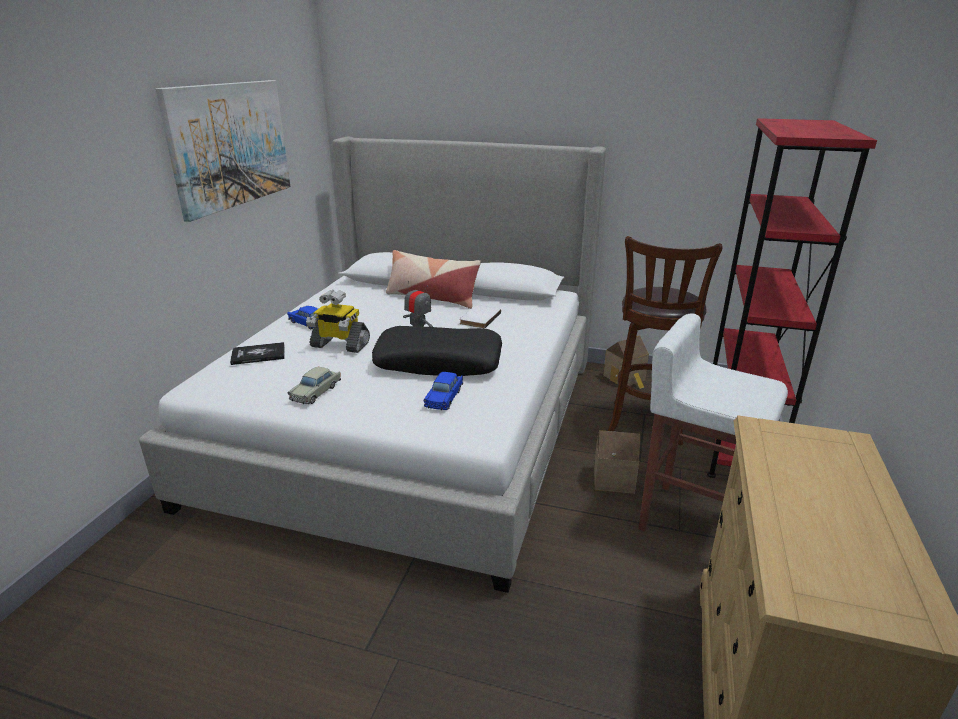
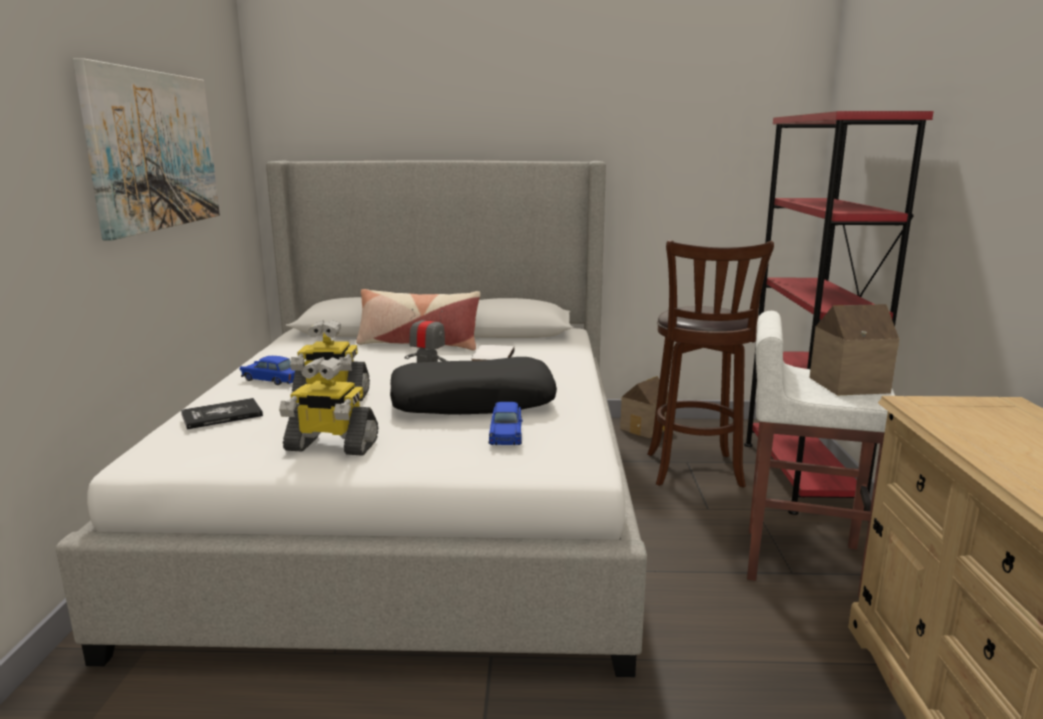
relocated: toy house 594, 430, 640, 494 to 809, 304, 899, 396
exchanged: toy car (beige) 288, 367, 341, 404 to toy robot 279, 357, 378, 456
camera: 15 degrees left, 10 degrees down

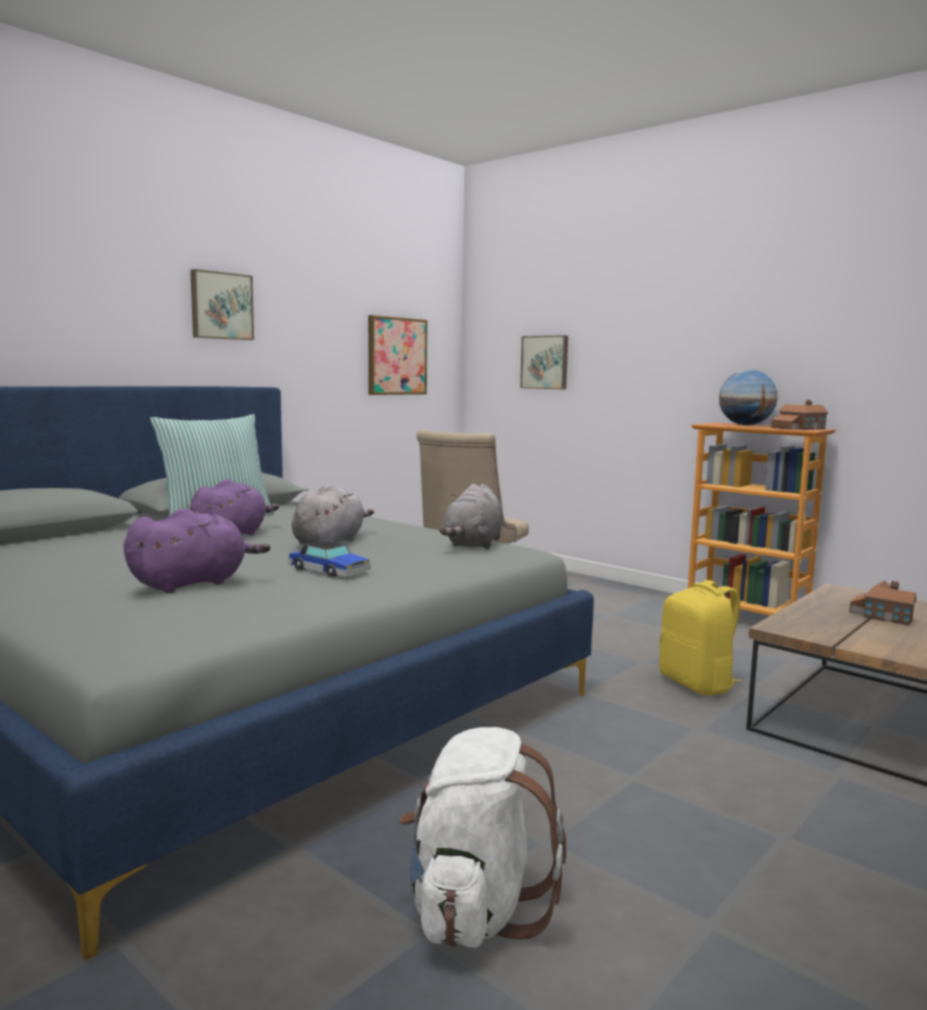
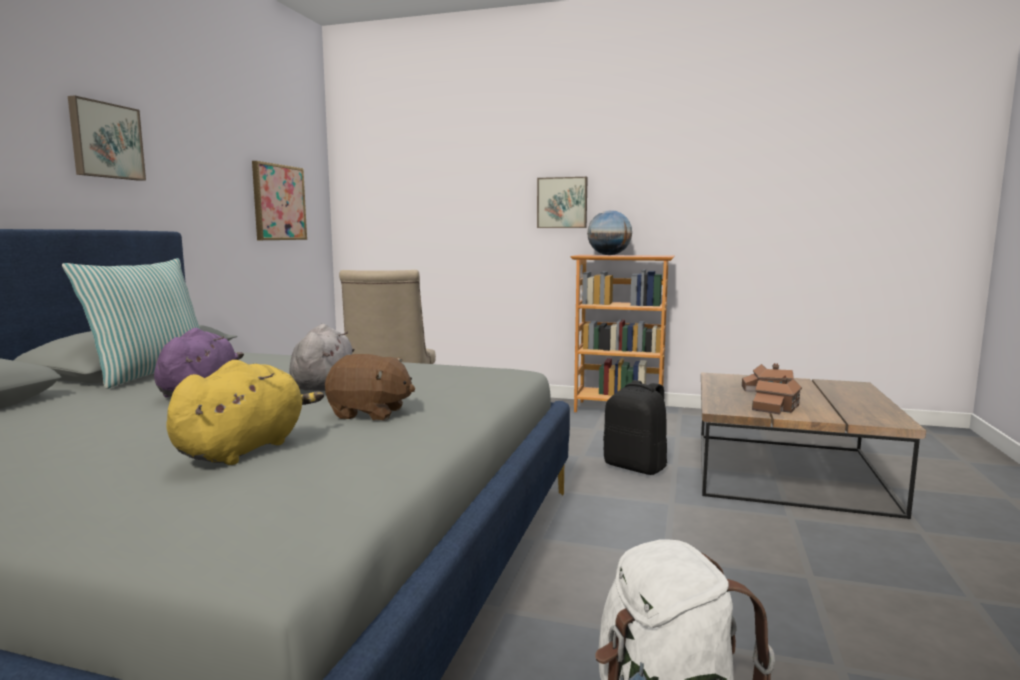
missing: plush toy (grey) 439, 484, 503, 549
relocated: picture 520, 335, 568, 390 to 537, 177, 588, 228; toy house 771, 400, 829, 430 to 752, 376, 802, 415
exchanged: toy car 288, 540, 371, 578 to plush toy (brown) 325, 354, 415, 420
colour: plush toy (purple) 124, 508, 270, 593 to plush toy (yellow) 166, 360, 324, 465; backpack (yellow) 659, 580, 742, 696 to backpack (black) 603, 380, 667, 475
camera: 25 degrees left, 0 degrees up

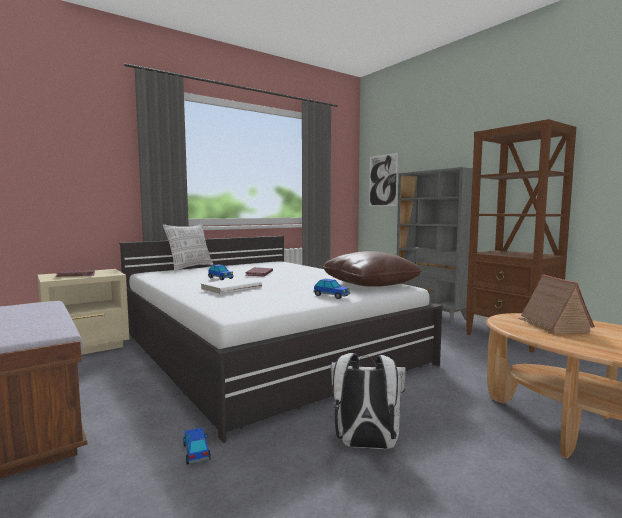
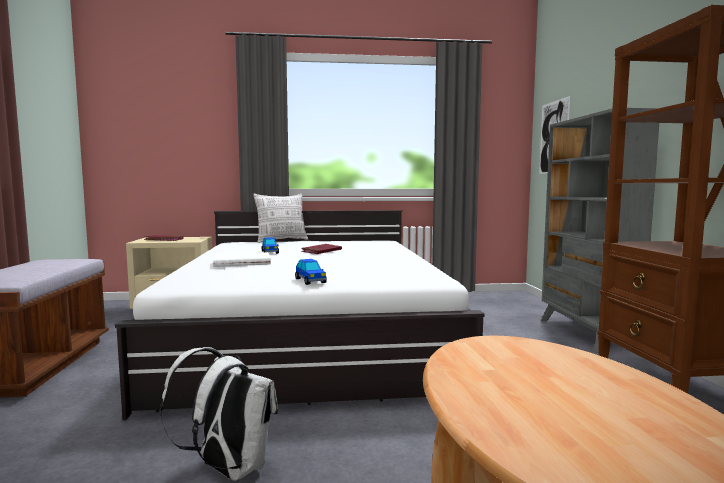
missing: pillow (brown) 323, 251, 422, 287; toy house 518, 275, 595, 334; toy car 183, 427, 211, 464
camera: 30 degrees right, 0 degrees up

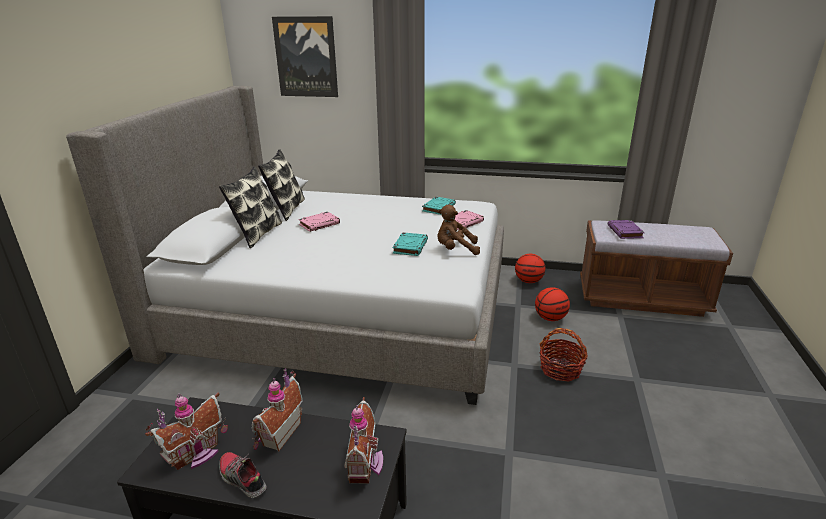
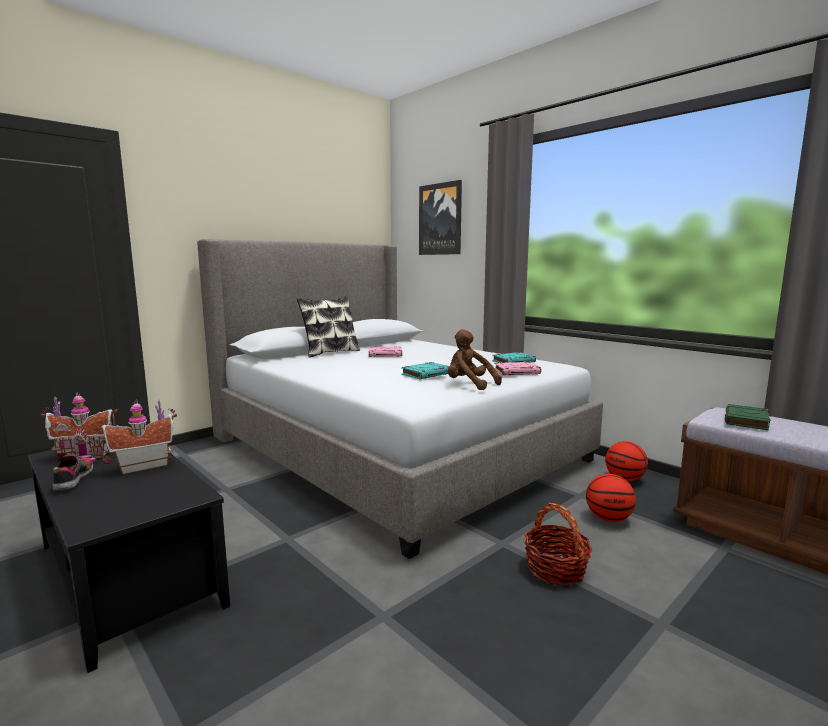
missing: pillow 258, 149, 305, 221; toy house 344, 397, 383, 484
colour: book (purple) 608, 220, 645, 239 to book (green) 725, 404, 770, 431
camera: 35 degrees right, 15 degrees down

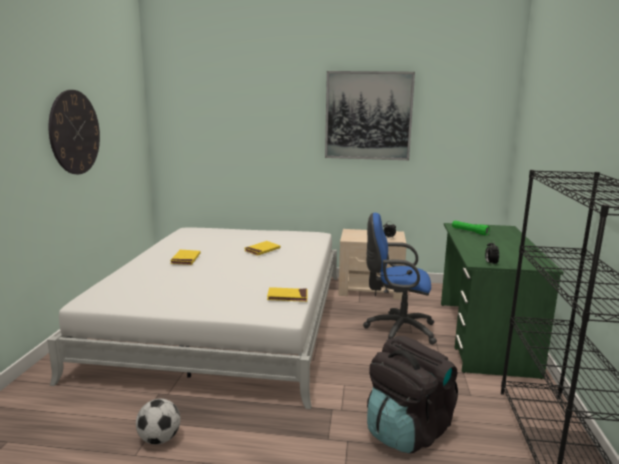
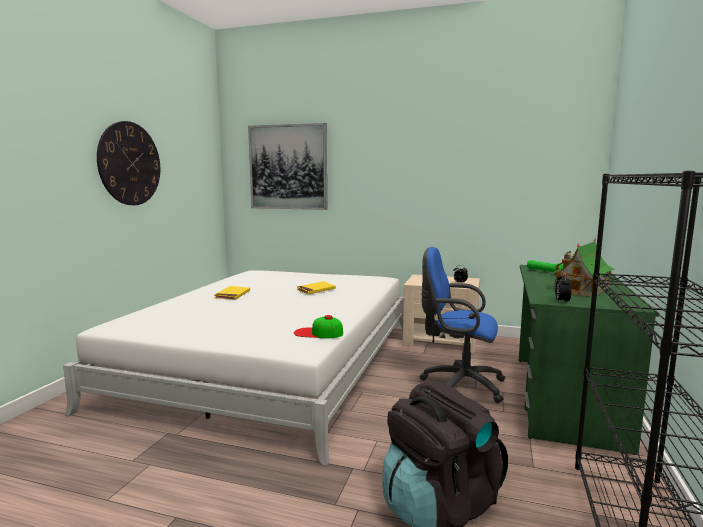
missing: football 136, 399, 181, 445
appeared: toy house 553, 238, 615, 297
relocated: picture 325, 71, 415, 160 to 248, 123, 327, 210
exchanged: book (yellow) 267, 287, 308, 302 to cap 294, 315, 343, 338
camera: 10 degrees right, 5 degrees down

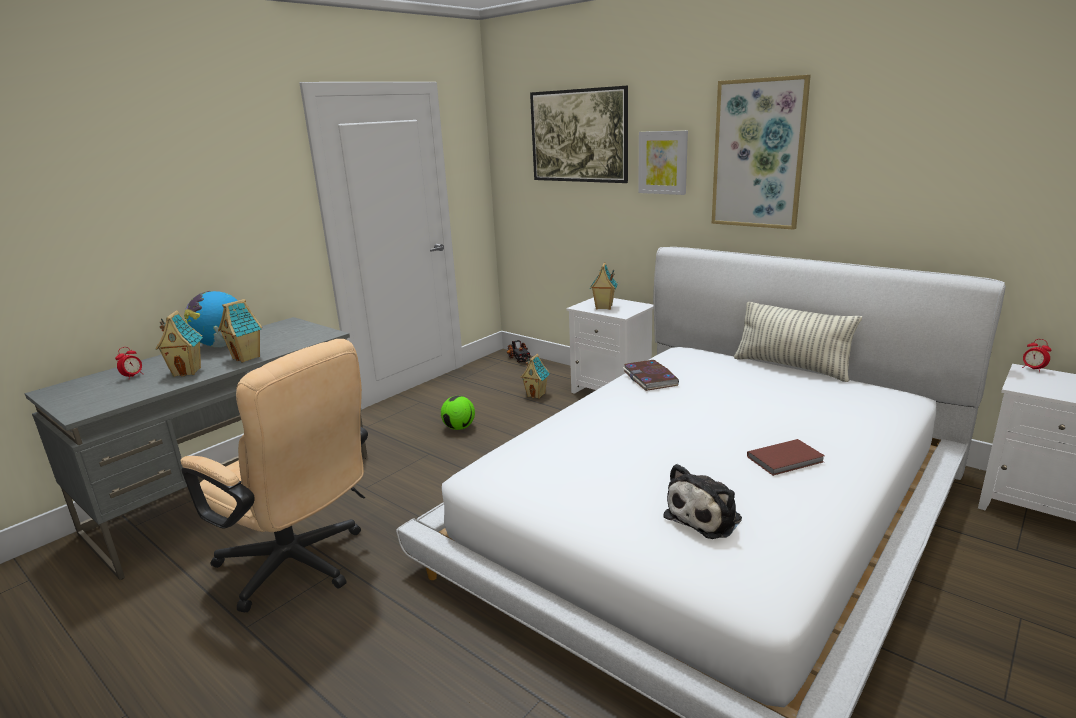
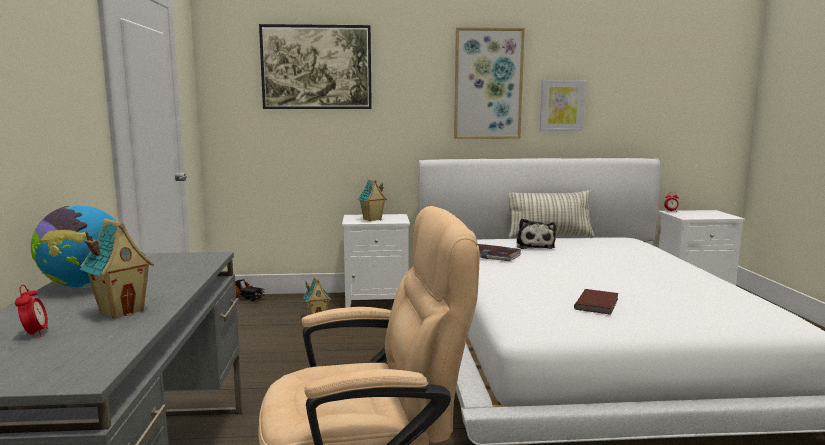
missing: toy house 218, 299, 262, 362; football 441, 396, 475, 430
relocated: picture 638, 131, 688, 195 to 540, 80, 586, 131; book (brown) 747, 439, 825, 476 to 574, 289, 619, 315; plush toy 663, 464, 742, 539 to 517, 219, 556, 249
camera: 45 degrees left, 10 degrees down

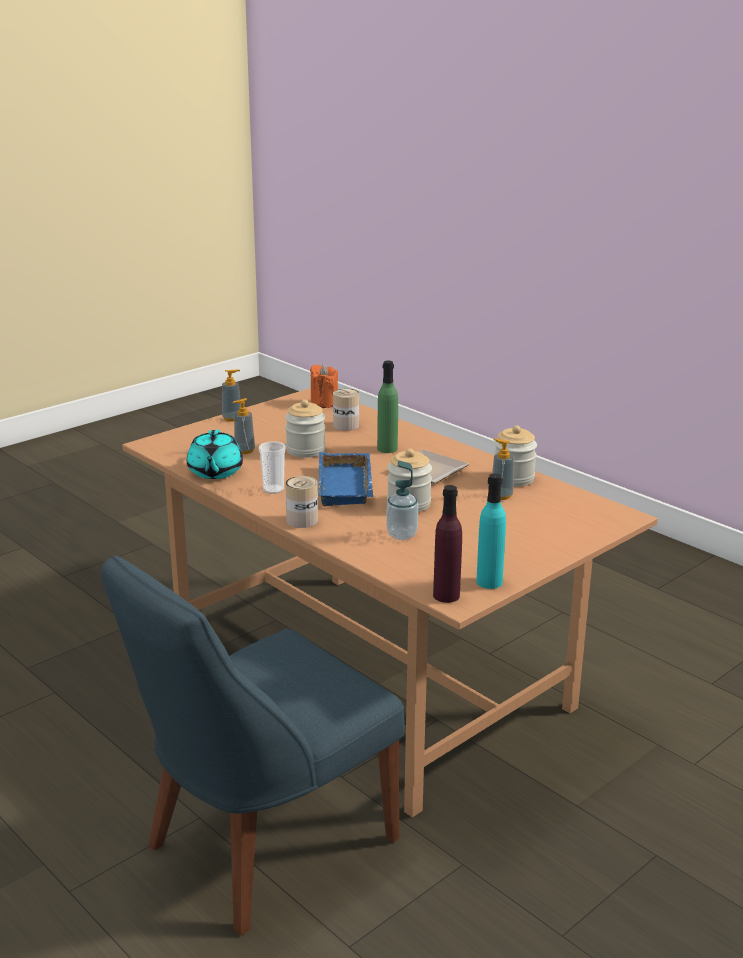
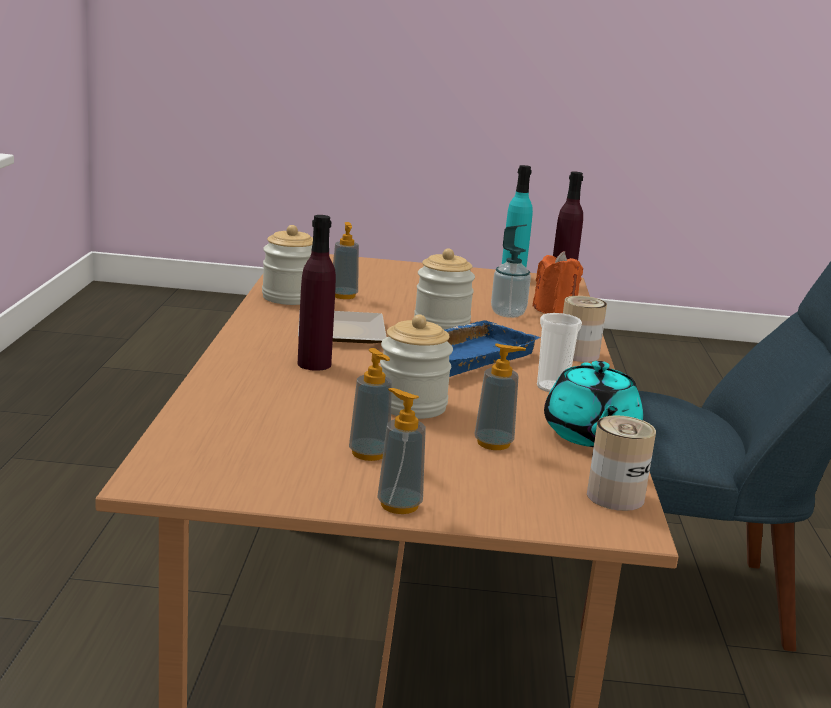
appeared: soap dispenser 349, 348, 392, 461
relocated: candle (orange) 310, 364, 338, 408 to 533, 251, 583, 314; can 333, 389, 359, 431 to 587, 415, 656, 511
colour: bottle (green) 377, 361, 398, 453 to bottle (purple) 298, 215, 336, 371
spun: teapot (turquoise) 187, 430, 243, 479 = 544, 361, 644, 447 135 degrees clockwise
camera: 135 degrees left, 5 degrees down

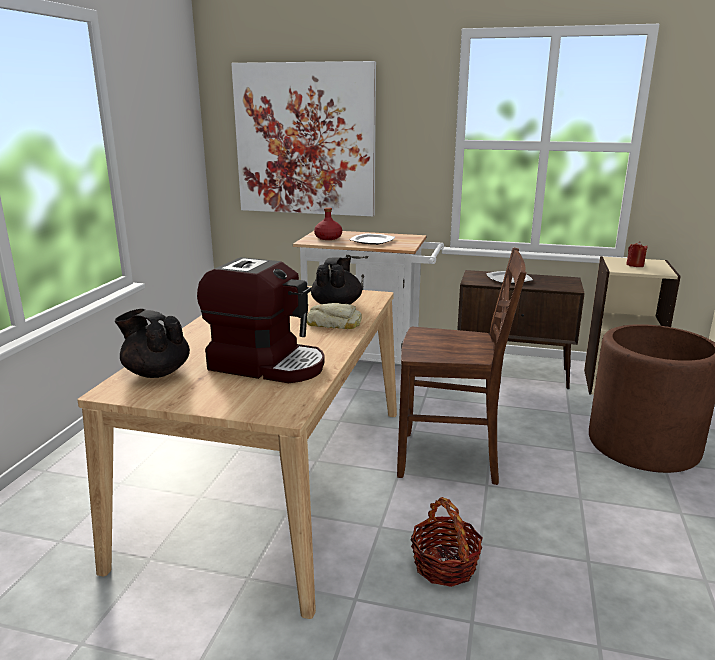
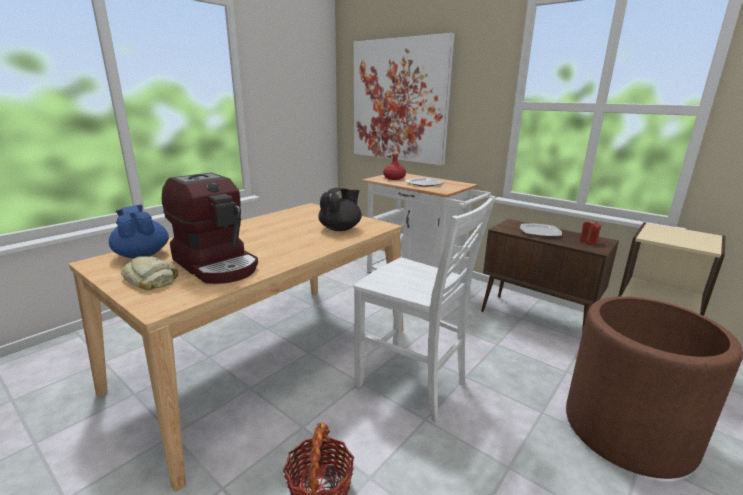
relocated: candle (red) 626, 241, 648, 267 to 580, 220, 601, 244; bread 307, 303, 362, 329 to 121, 256, 178, 290
colour: chair (brown) 397, 248, 527, 485 to chair (white) 354, 195, 495, 423; teapot (black) 115, 309, 190, 378 to teapot (blue) 109, 204, 169, 259
camera: 25 degrees right, 0 degrees up

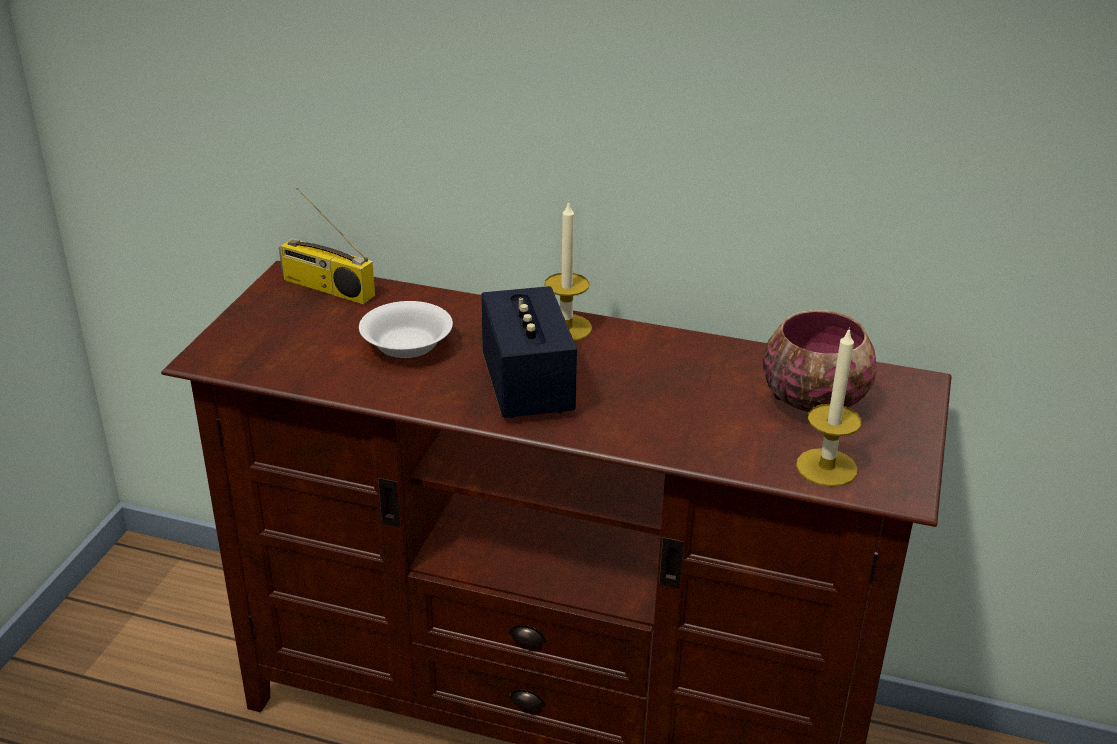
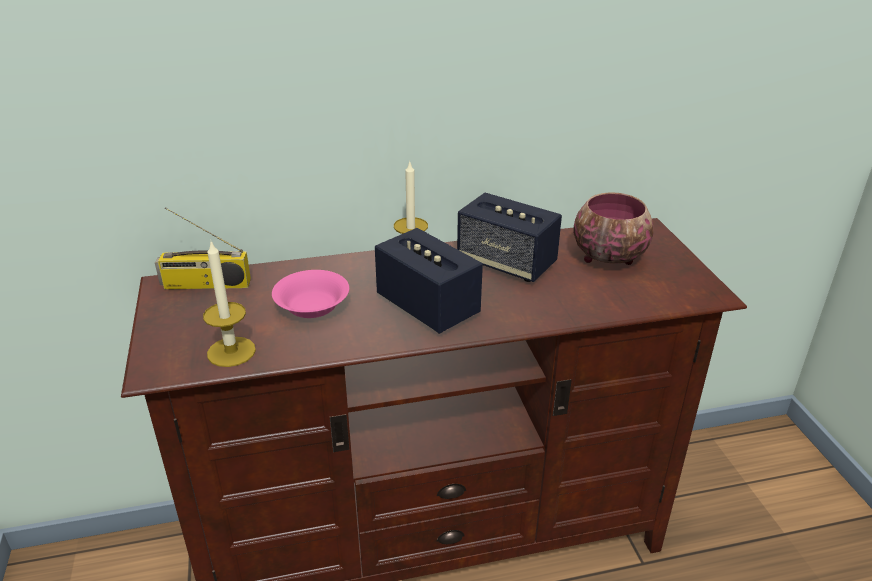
appeared: speaker 457, 193, 562, 282
relocated: candle 796, 327, 861, 487 to 203, 242, 256, 367
colour: bowl (white) 359, 301, 453, 358 to bowl (pink) 272, 270, 349, 318
camera: 30 degrees left, 0 degrees up

